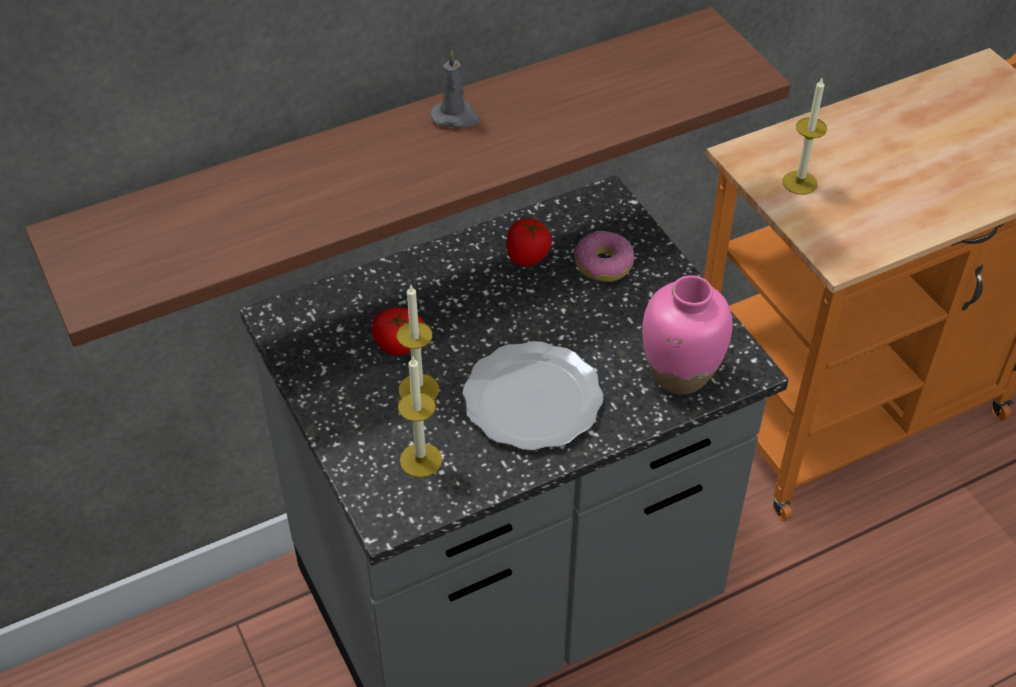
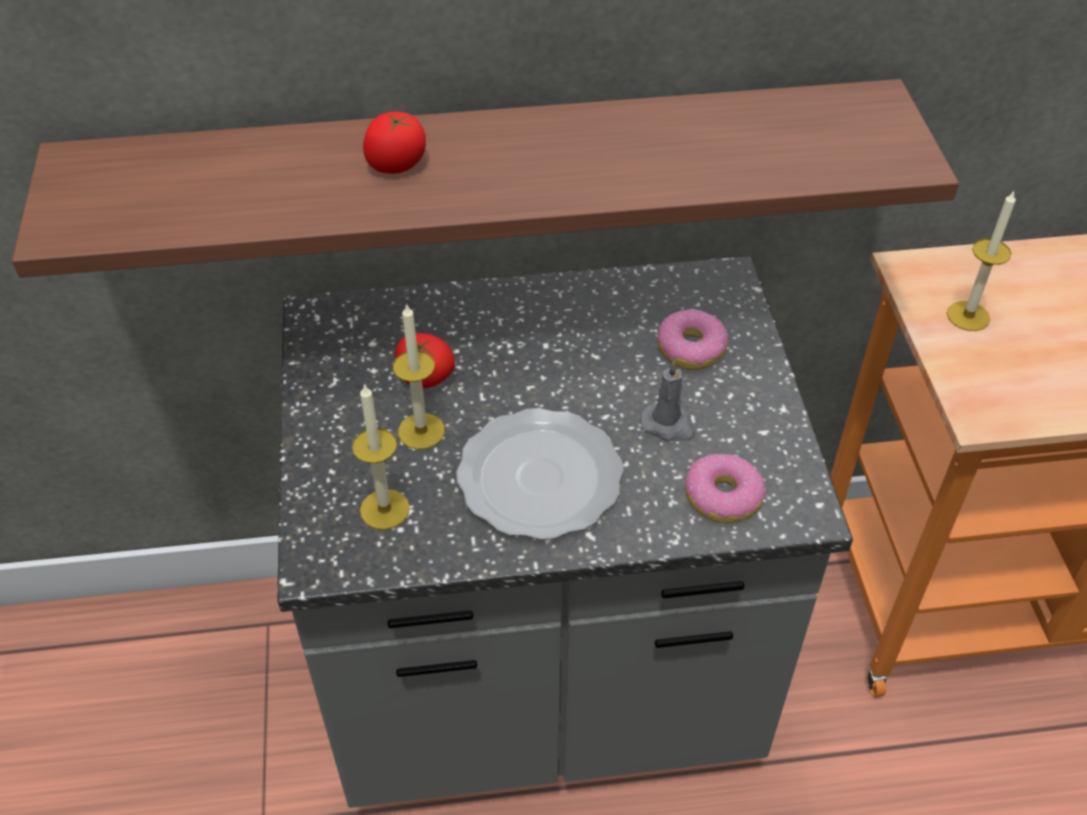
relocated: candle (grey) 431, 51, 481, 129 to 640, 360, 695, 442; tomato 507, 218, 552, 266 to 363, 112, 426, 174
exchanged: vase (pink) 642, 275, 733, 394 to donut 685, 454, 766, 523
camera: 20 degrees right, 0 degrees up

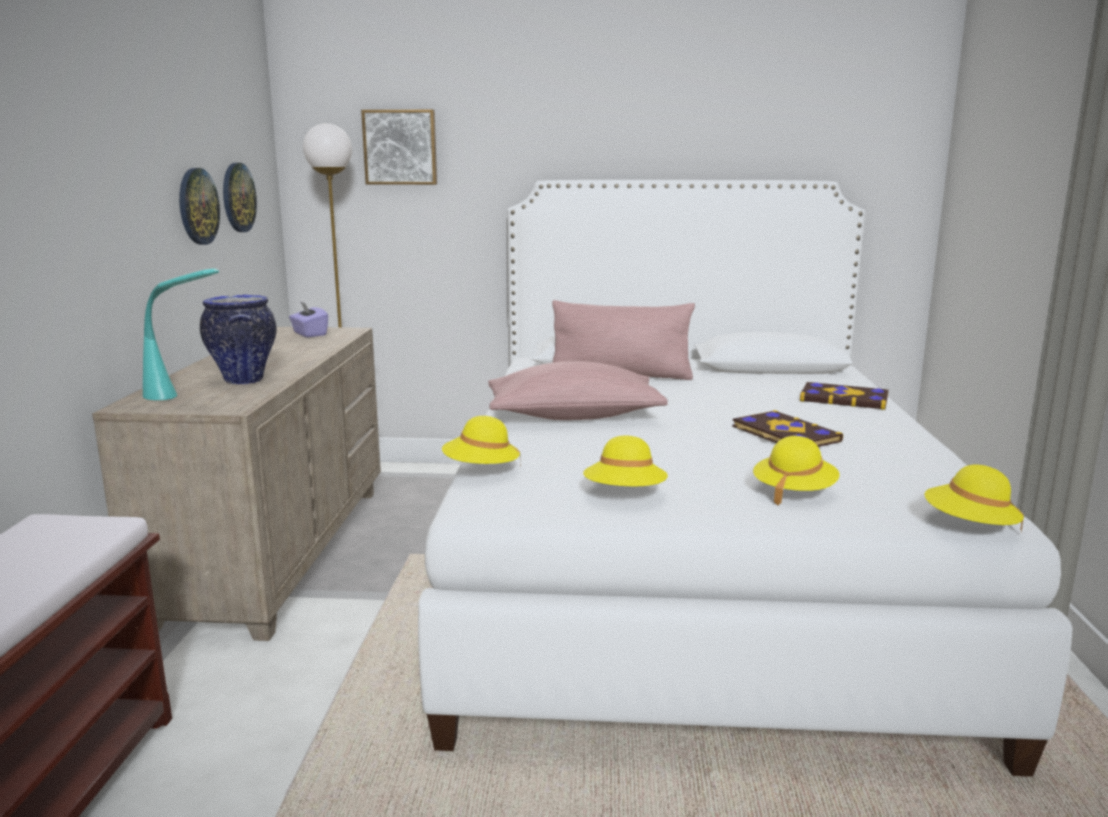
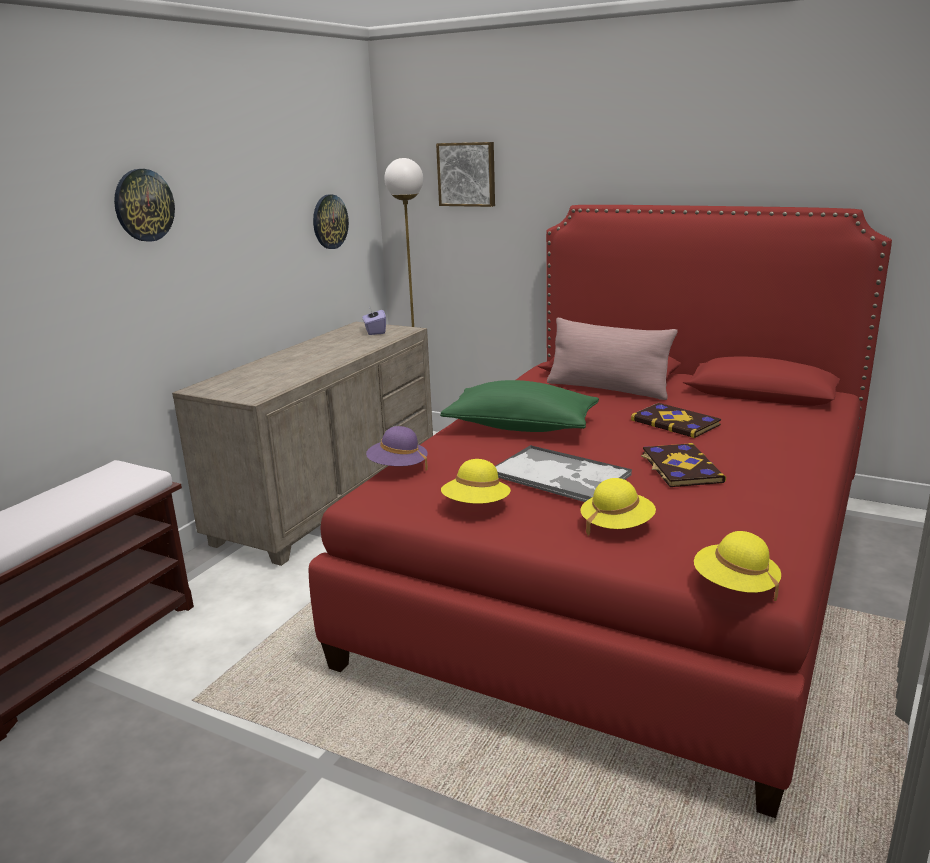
missing: table lamp (turquoise) 143, 268, 219, 400; vase 200, 295, 277, 385
appeared: tray 495, 445, 632, 502
relocated: wall clock 179, 168, 220, 245 to 114, 169, 175, 242; book 800, 382, 889, 410 to 631, 403, 721, 438
colour: bed (white) 418, 180, 1072, 777 to bed (red) 309, 205, 892, 818; pillow (pink) 488, 361, 668, 420 to pillow (green) 440, 380, 599, 432; hat (yellow) 442, 416, 521, 468 to hat (purple) 366, 426, 428, 471
camera: 25 degrees right, 5 degrees up

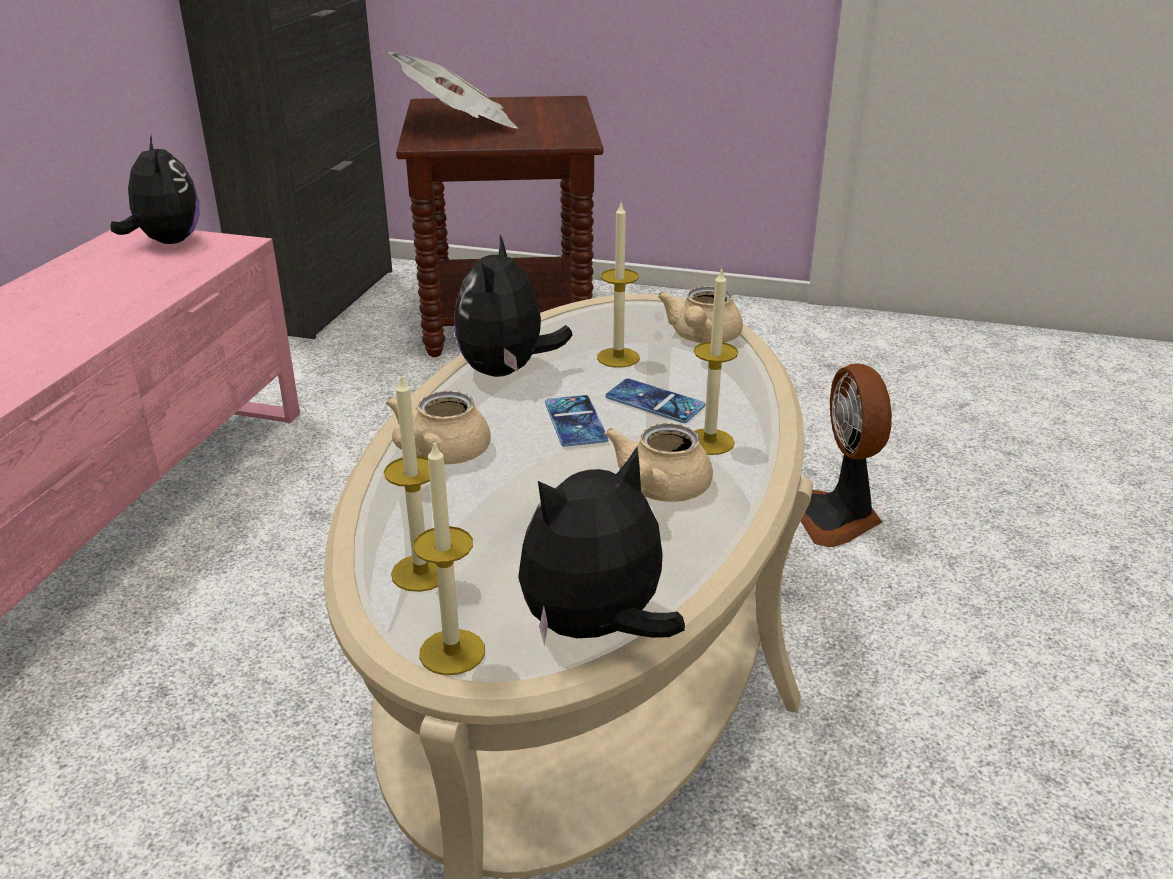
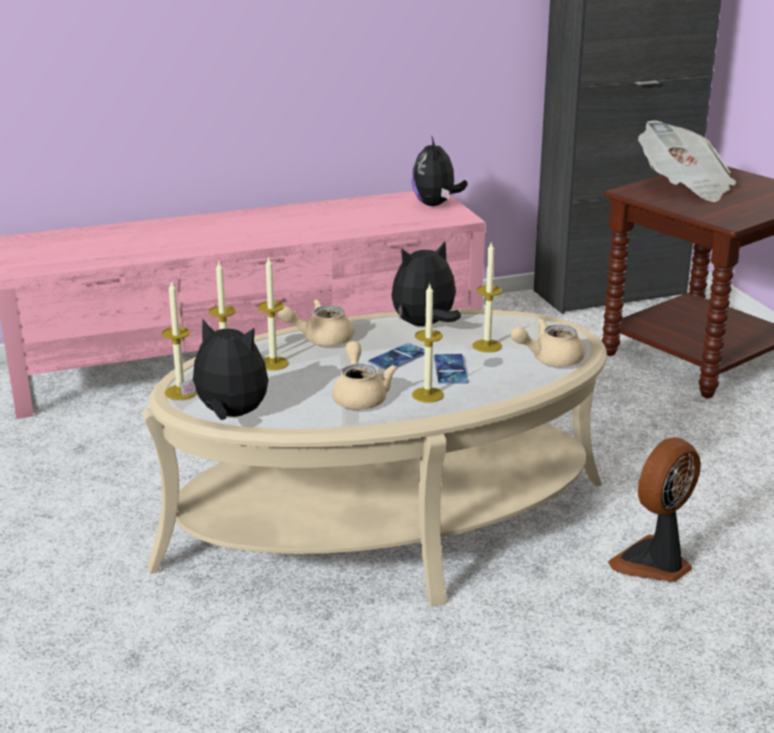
appeared: candle 258, 256, 289, 370
spun: plush toy 110, 135, 199, 244 = 411, 137, 467, 206 150 degrees clockwise; teapot (beige) 605, 423, 713, 502 = 332, 341, 397, 409 90 degrees clockwise
camera: 55 degrees right, 5 degrees down

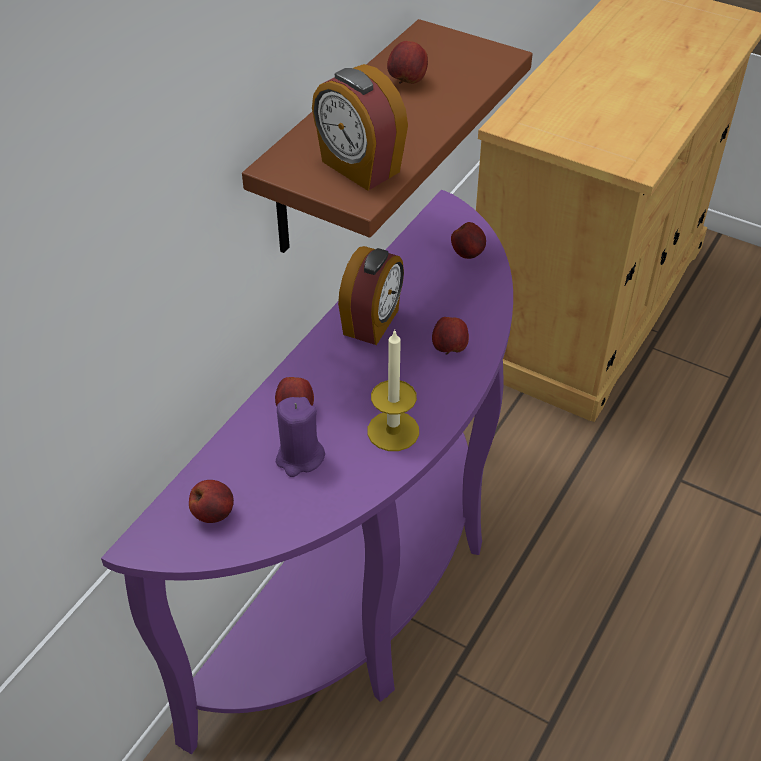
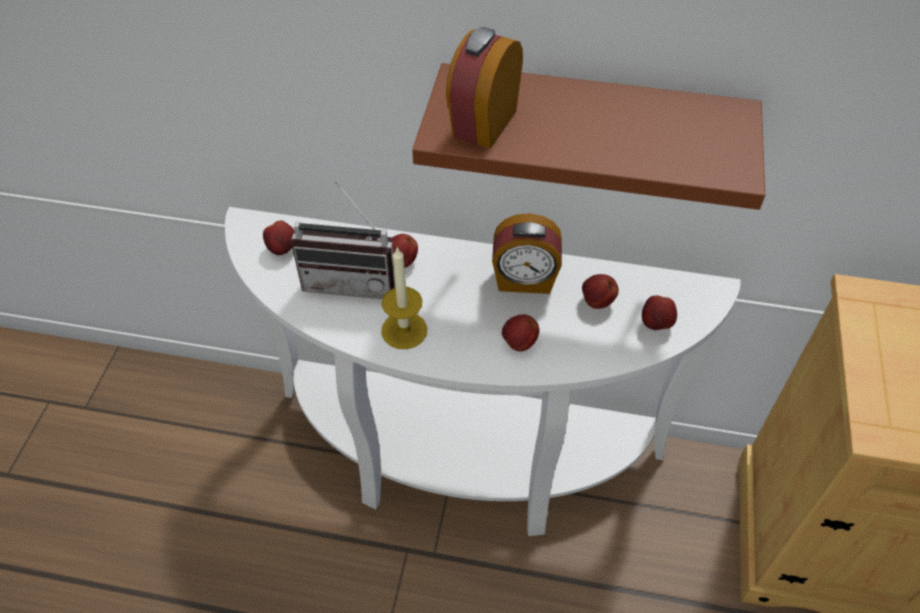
relocated: apple 387, 41, 428, 84 to 582, 274, 619, 309
exchanged: candle (purple) 276, 397, 325, 477 to radio 292, 181, 395, 299
colour: console table (purple) 101, 190, 513, 754 to console table (white) 225, 207, 741, 536
camera: 70 degrees right, 5 degrees up

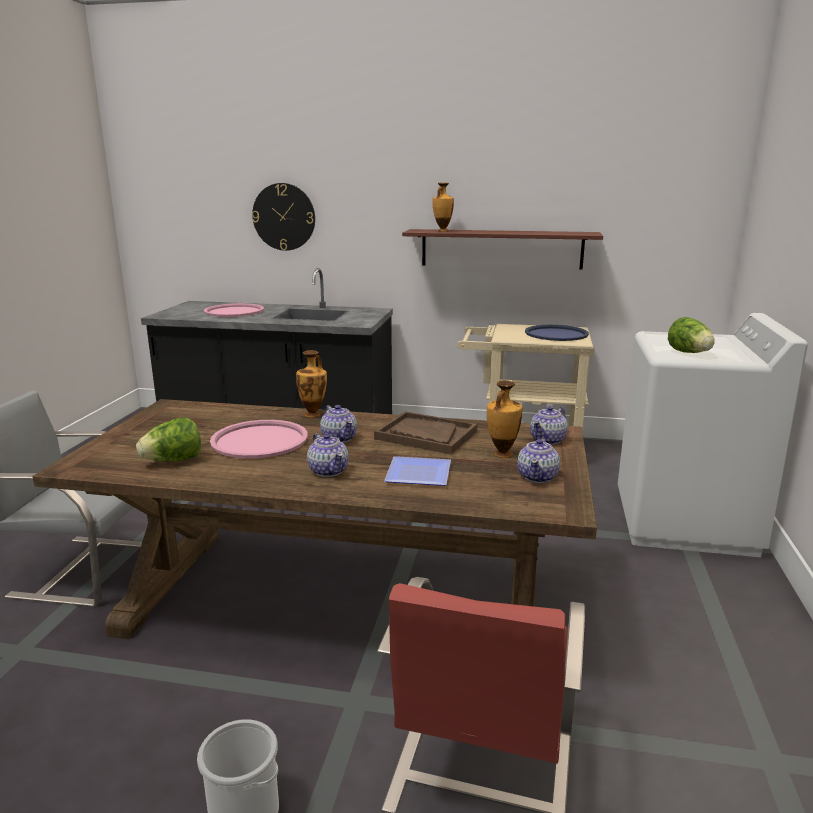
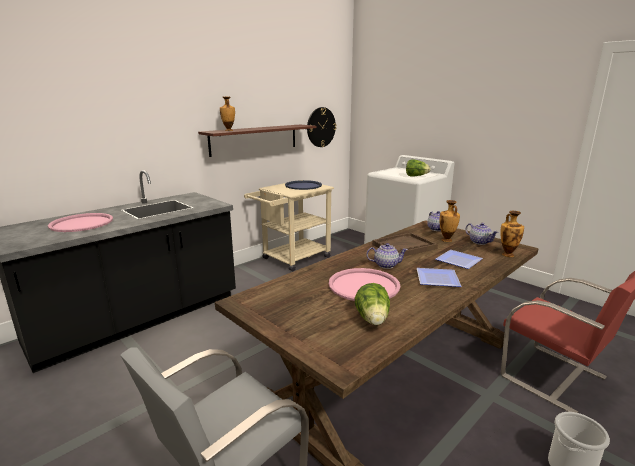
relocated: wall clock 252, 183, 315, 251 to 307, 107, 336, 147; vase 296, 350, 327, 418 to 500, 211, 524, 257
exchanged: teapot 307, 433, 349, 477 to plate 417, 268, 462, 287
camera: 55 degrees left, 0 degrees up

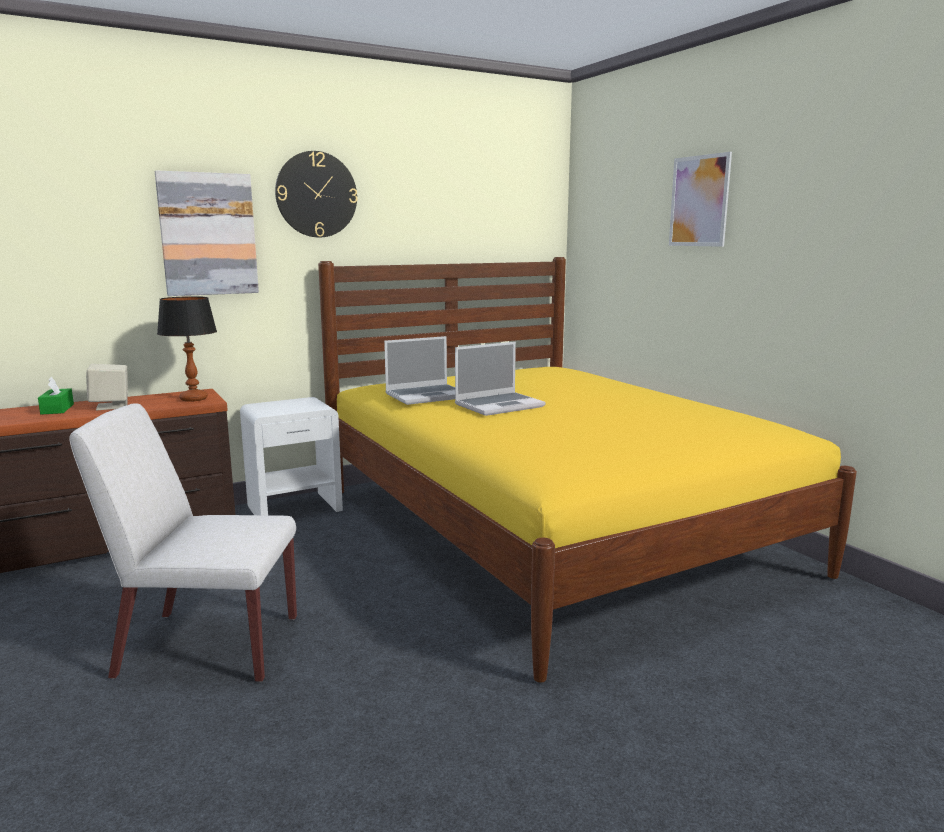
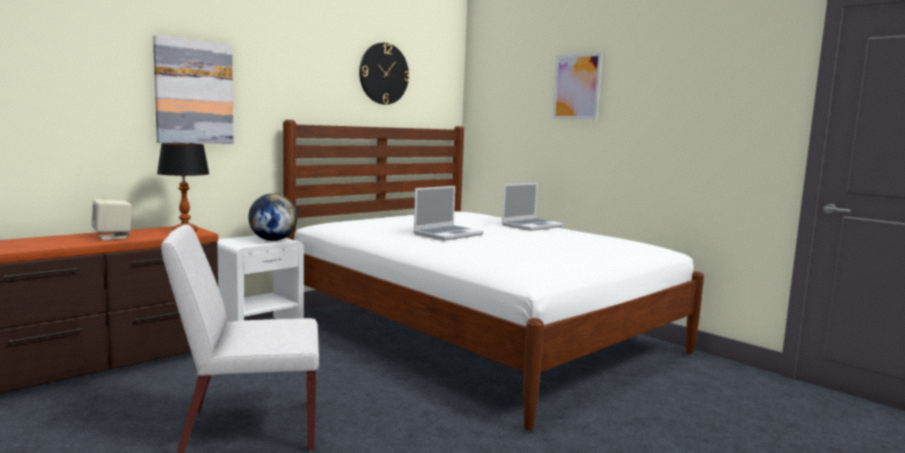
missing: tissue box (green) 38, 377, 74, 415
appeared: globe 248, 194, 297, 241
relocated: wall clock 275, 151, 358, 237 to 359, 43, 410, 105; laptop 384, 336, 455, 405 to 502, 183, 564, 231
colour: bed (yellow) 318, 257, 857, 683 to bed (white) 283, 120, 704, 431
camera: 15 degrees left, 5 degrees down

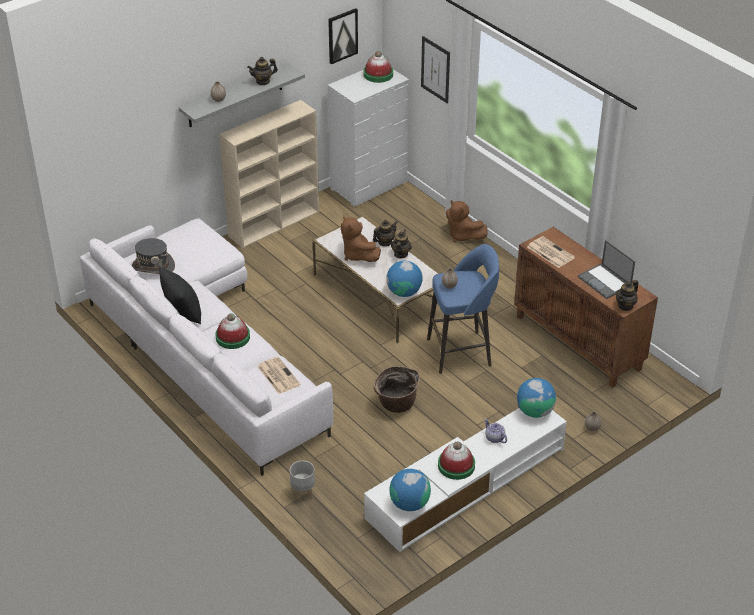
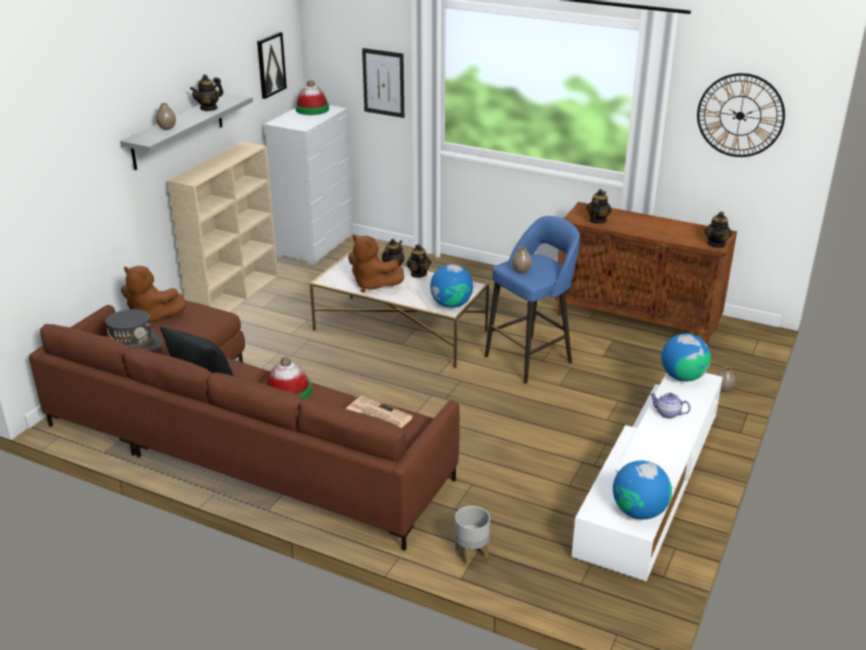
missing: laptop 578, 240, 635, 299; basket 374, 366, 420, 413; hat 438, 441, 475, 480
appeared: wall clock 697, 73, 785, 157
relocated: plush toy (brown) 446, 200, 487, 242 to 121, 266, 186, 322
exchanged: newspaper 527, 236, 575, 268 to teapot 586, 189, 612, 224
colour: sofa (white) 80, 218, 333, 476 to sofa (brown) 29, 300, 460, 551
camera: 25 degrees left, 10 degrees down

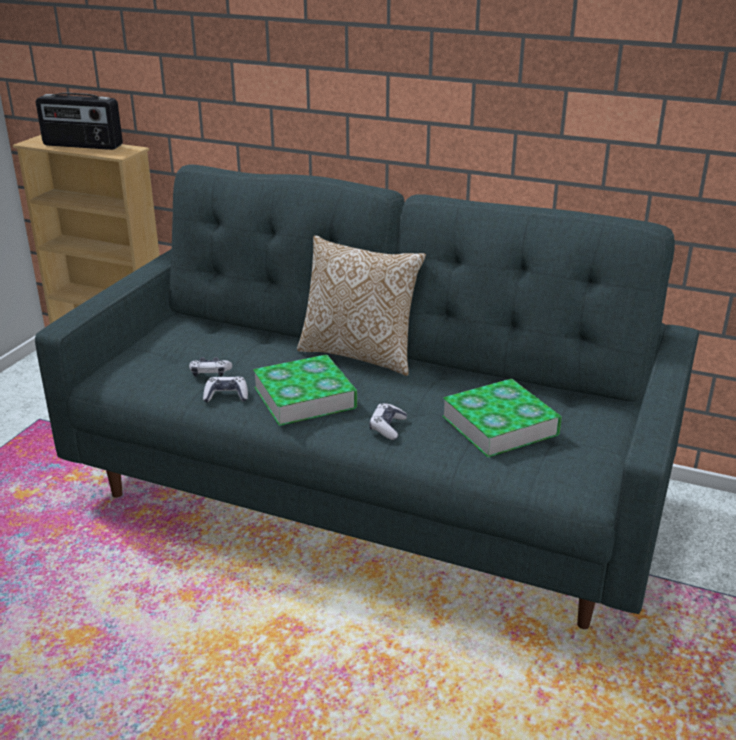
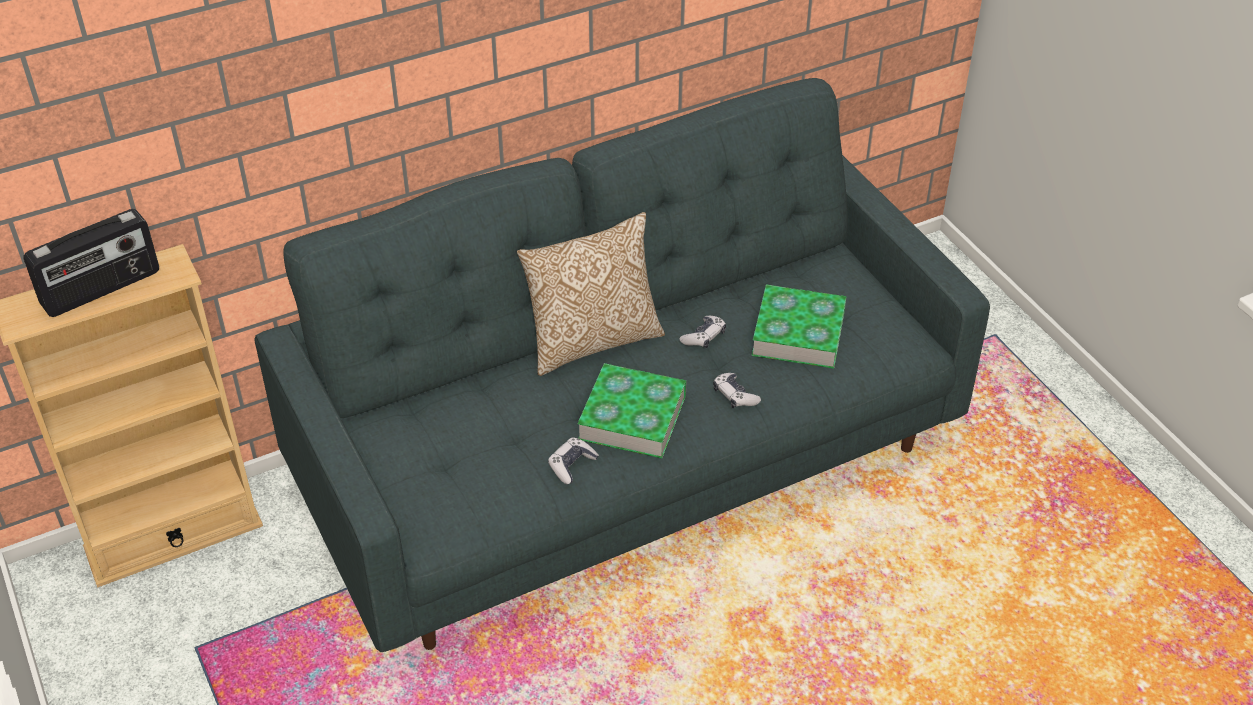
relocated: game controller 189, 357, 232, 377 to 679, 316, 726, 348
camera: 50 degrees left, 15 degrees up

